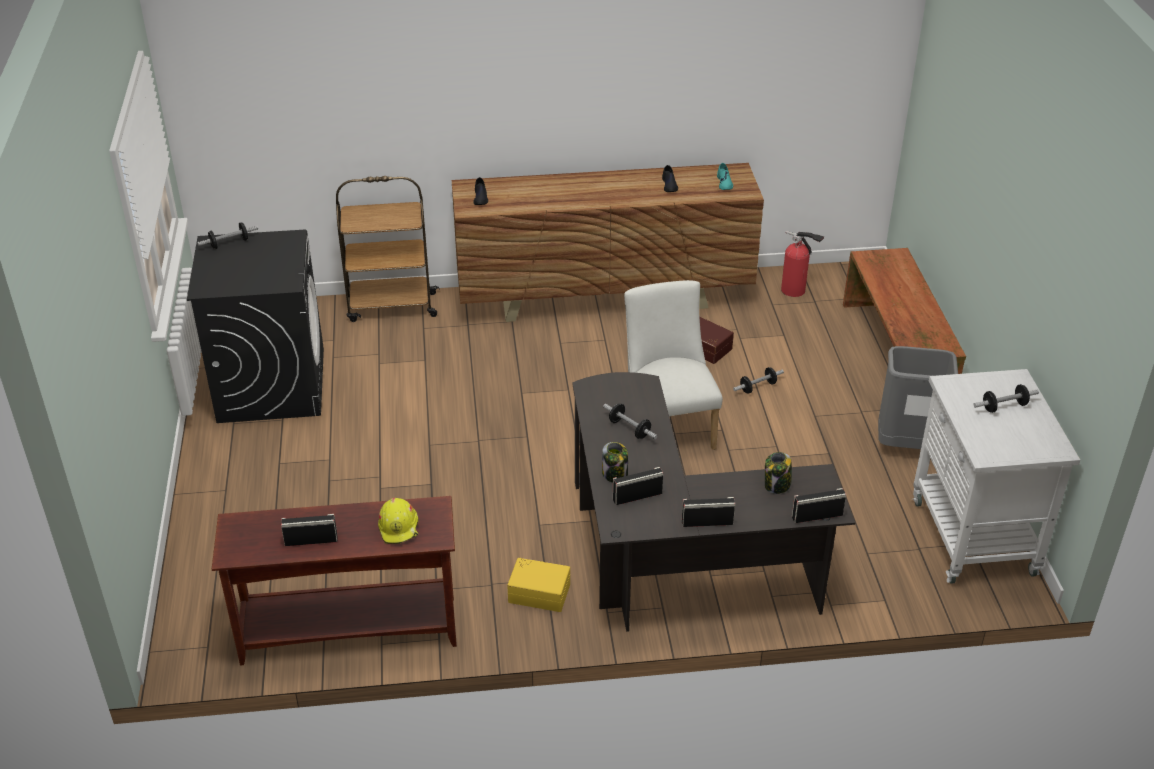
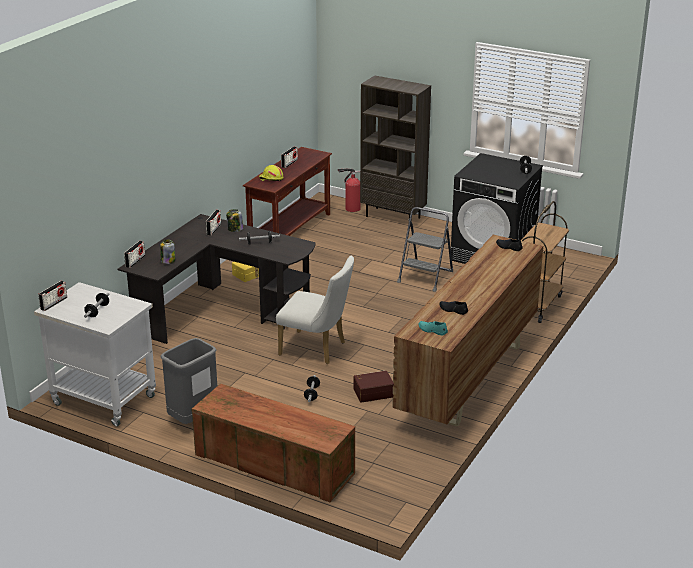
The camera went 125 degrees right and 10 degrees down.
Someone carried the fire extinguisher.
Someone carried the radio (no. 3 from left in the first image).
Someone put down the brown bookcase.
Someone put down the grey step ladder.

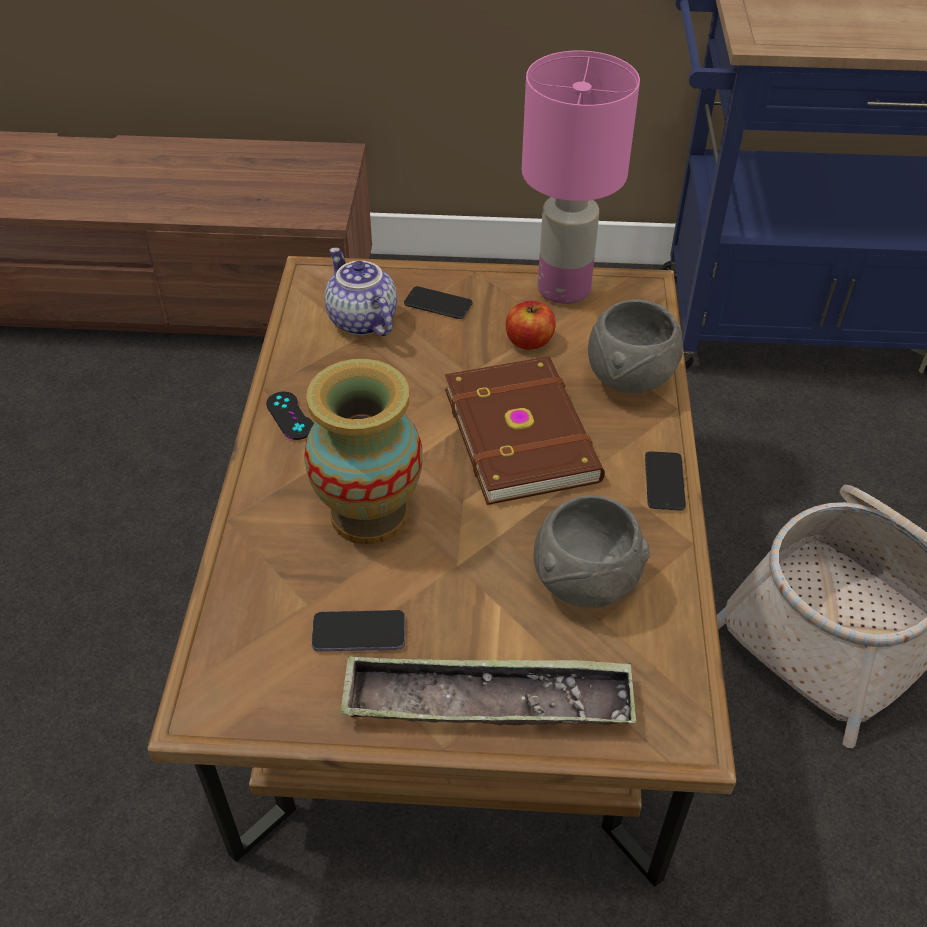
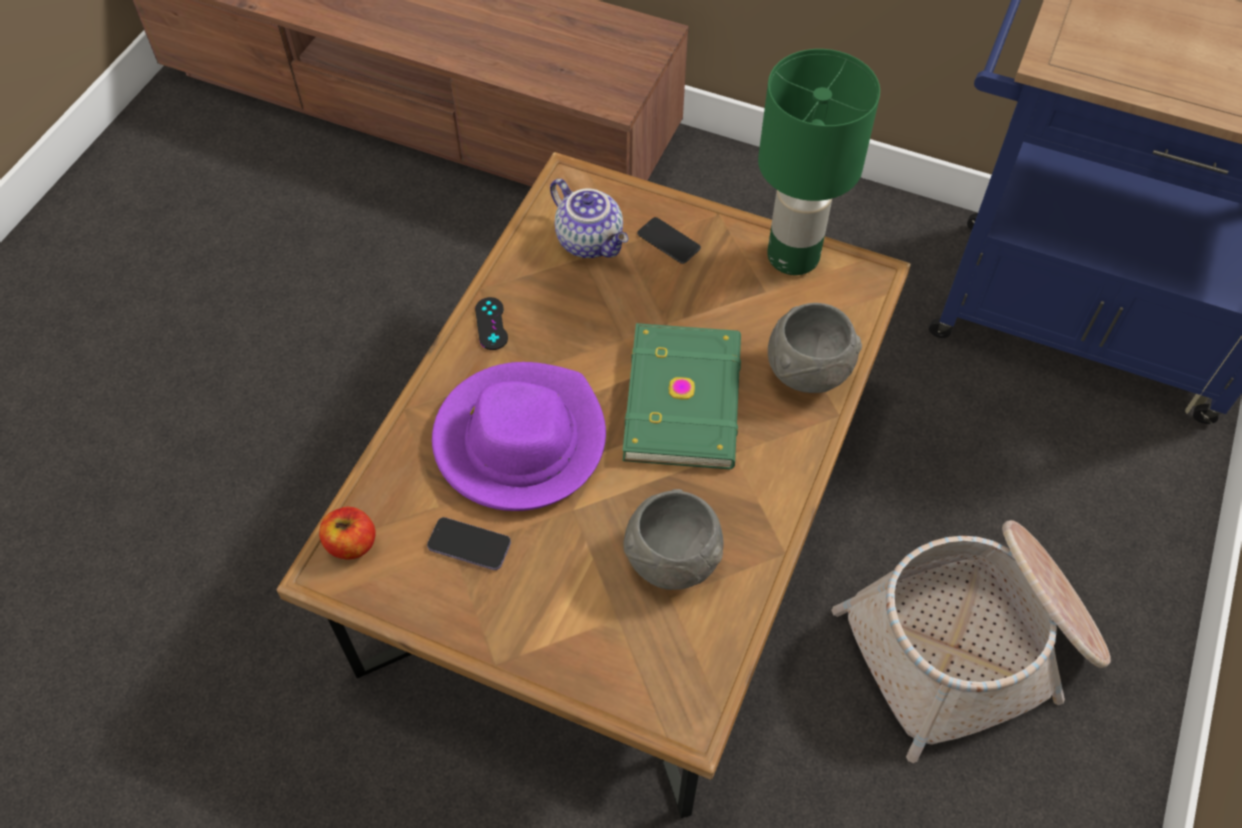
The camera went 20 degrees right and 10 degrees up.
Someone repainted the pink table lamp, which became the green table lamp.
Someone rotated the teapot by 150 degrees clockwise.
Someone carried the apple.
Someone repainted the brown book, which became the green book.
Someone swapped the vase for the purple hat.
Someone took away the phone (no. 3 from left).
Someone took away the tray.

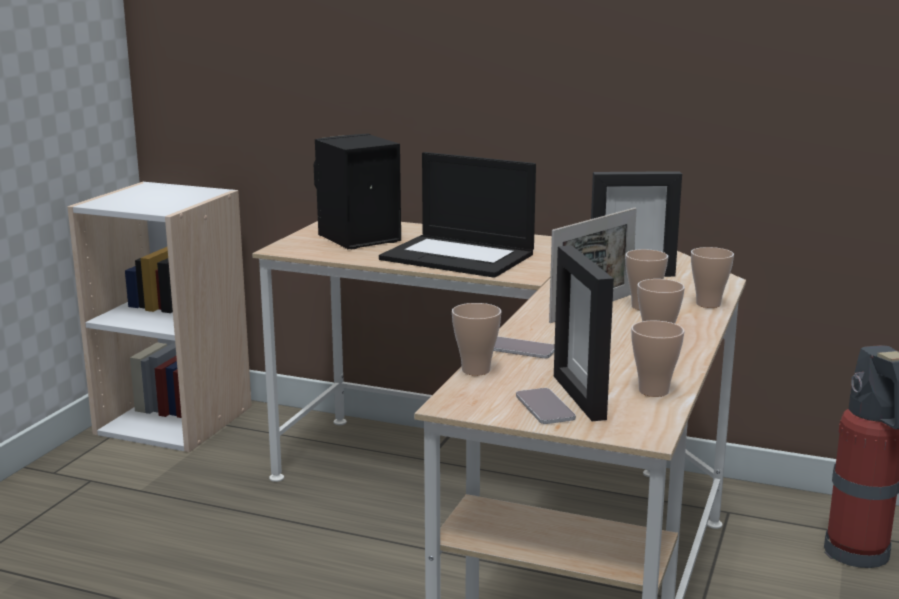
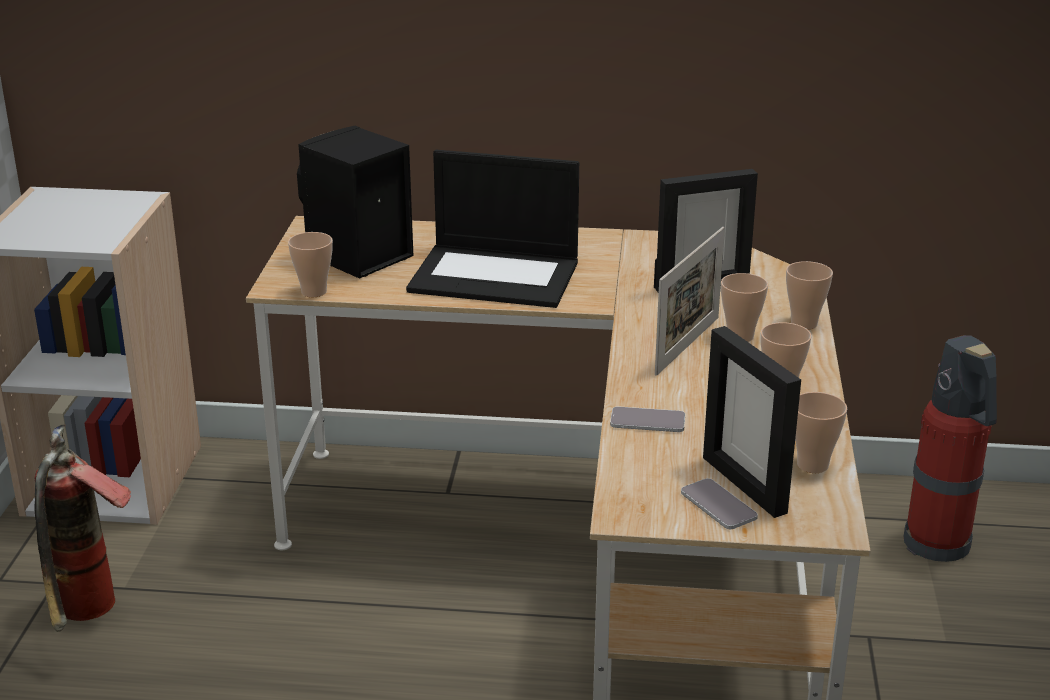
The camera went 15 degrees left and 10 degrees up.
Someone carried the cup (no. 1 from left).
Someone put down the fire extinguisher (no. 1 from left).

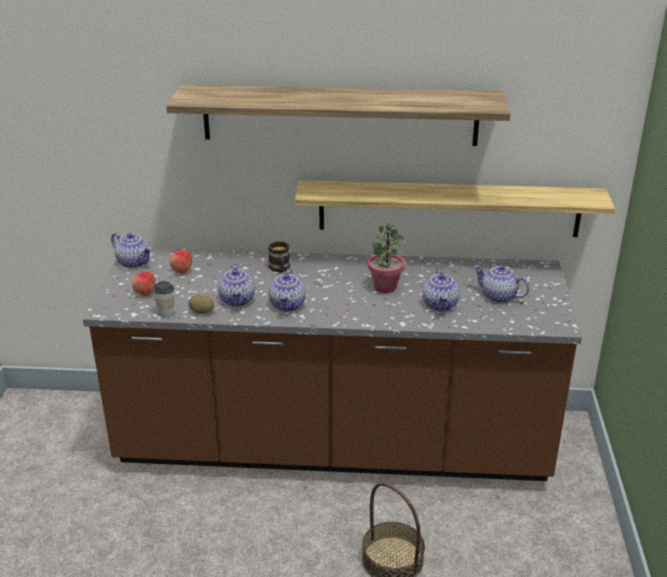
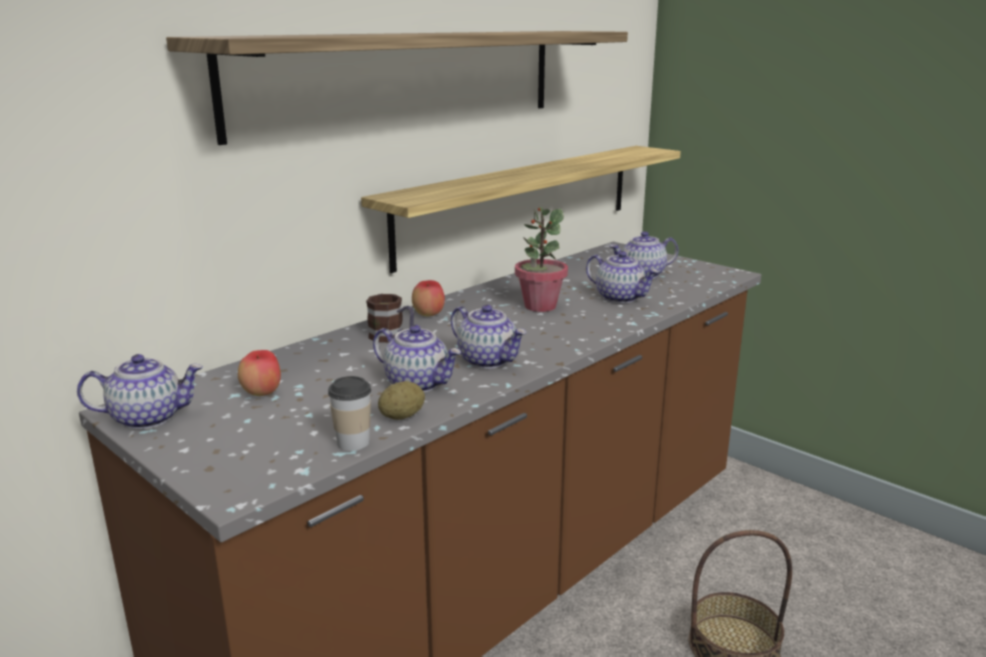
The camera went 50 degrees left and 10 degrees down.
Someone carried the apple (no. 1 from left in the first image).

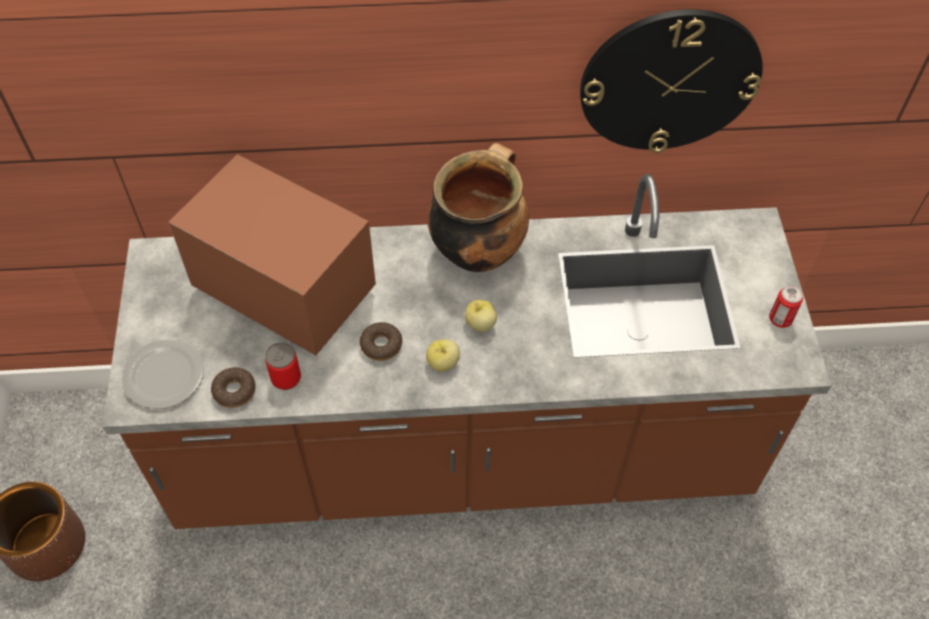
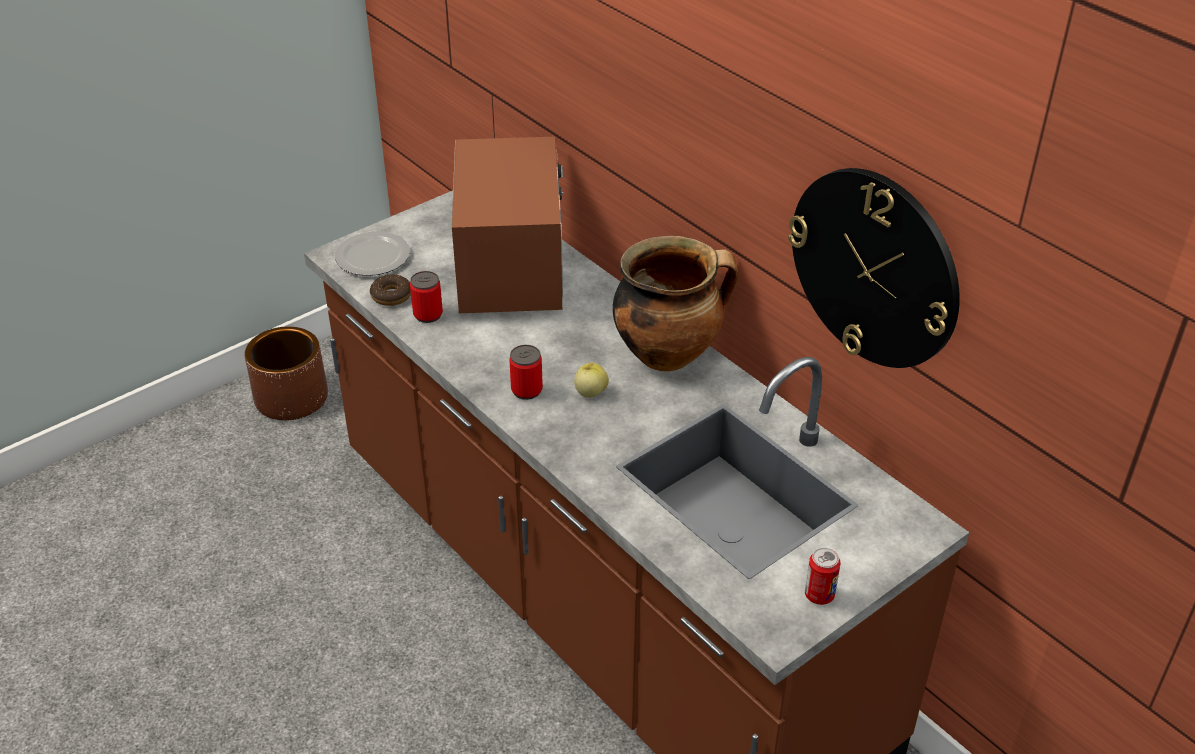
The camera went 55 degrees right and 15 degrees down.
Someone took away the donut (no. 2 from left).
Someone swapped the apple (no. 1 from left) for the can (no. 2 from left).

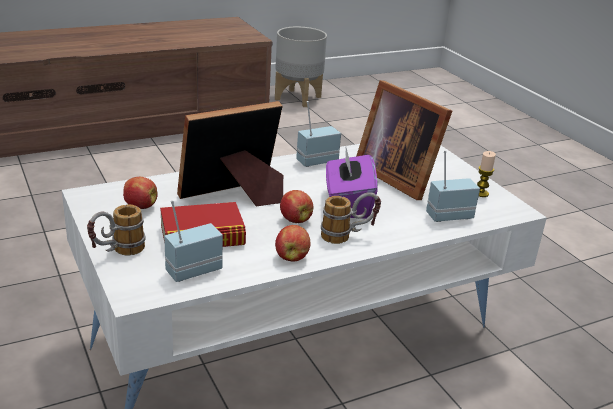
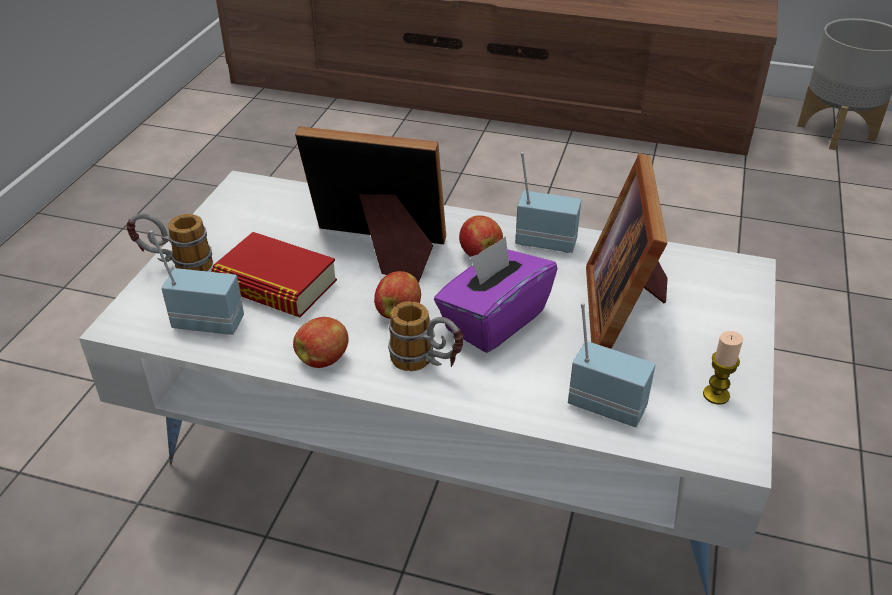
The camera went 45 degrees right and 10 degrees up.
Someone carried the apple (no. 1 from left in the first image).

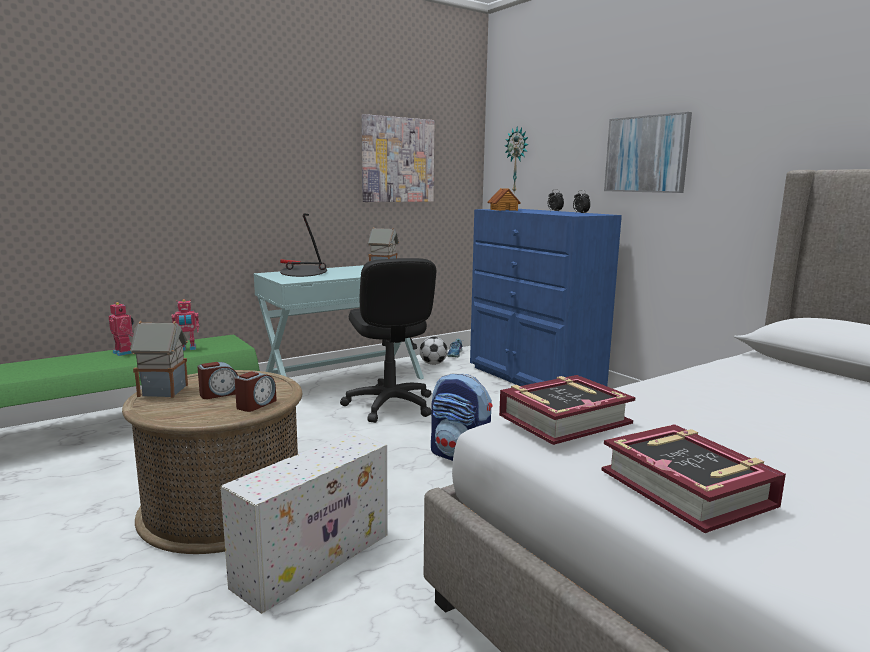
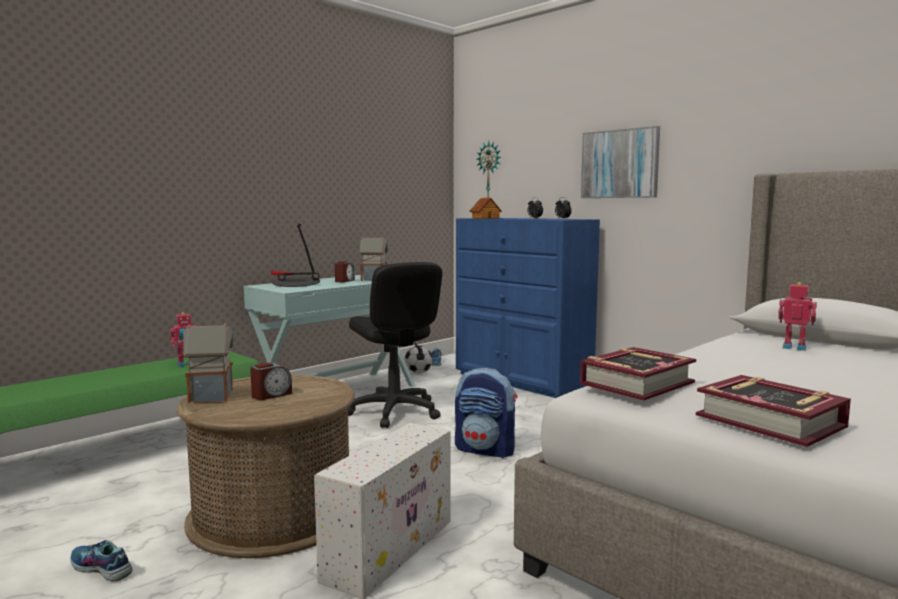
The camera went 10 degrees left and 5 degrees down.
Someone took away the picture (no. 1 from left).
Someone carried the toy robot (no. 1 from left in the first image).
Someone carried the alarm clock (no. 2 from left).
Someone put down the shoe (no. 1 from left).

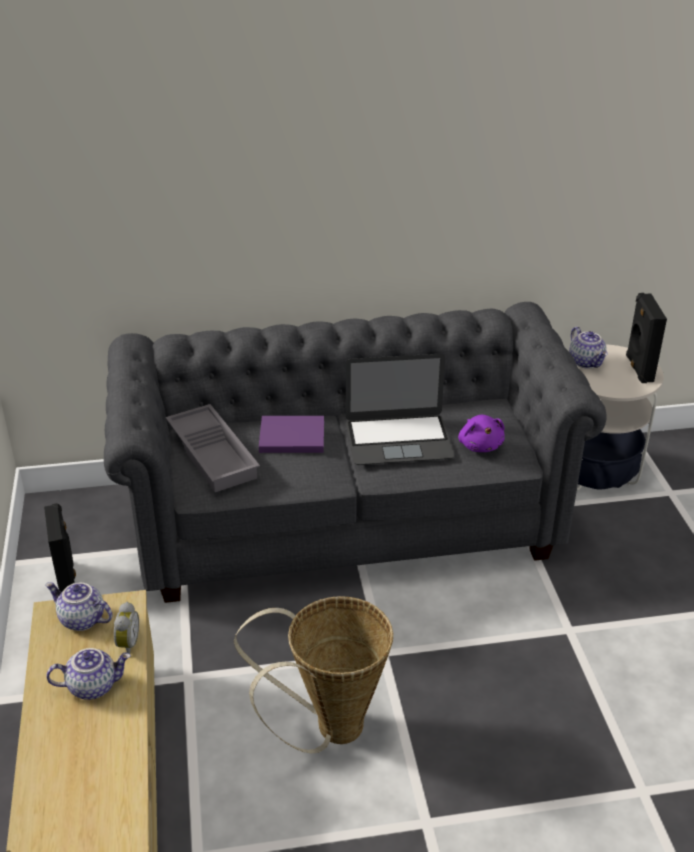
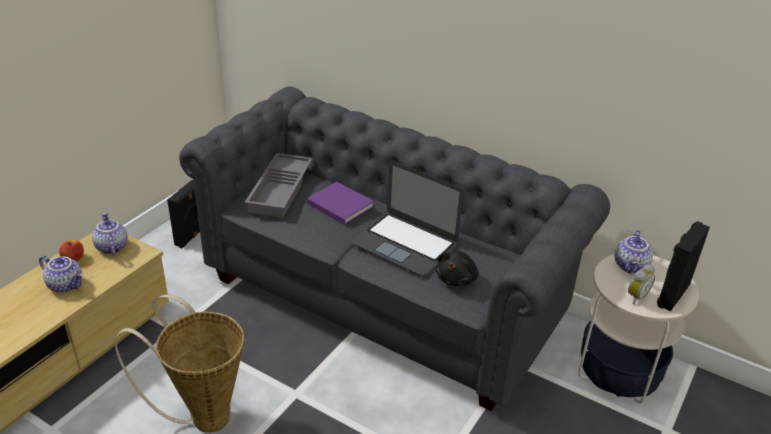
The camera went 40 degrees right and 0 degrees up.
Someone repainted the purple plush toy, which became the black plush toy.
Someone carried the alarm clock.
Someone put down the apple.

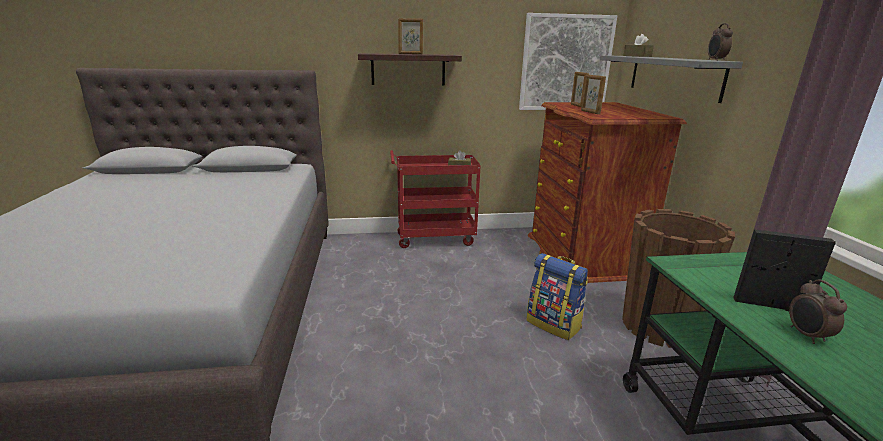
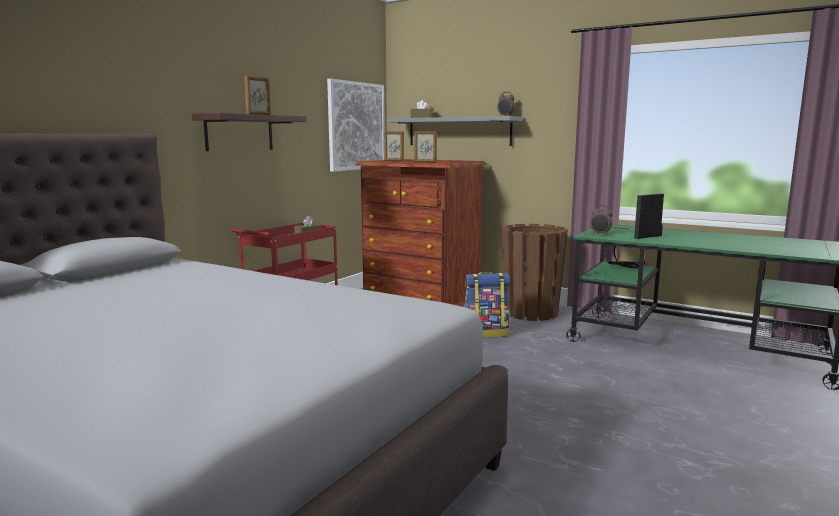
The camera went 50 degrees left and 10 degrees down.
Someone carried the alarm clock (no. 2 from left).

